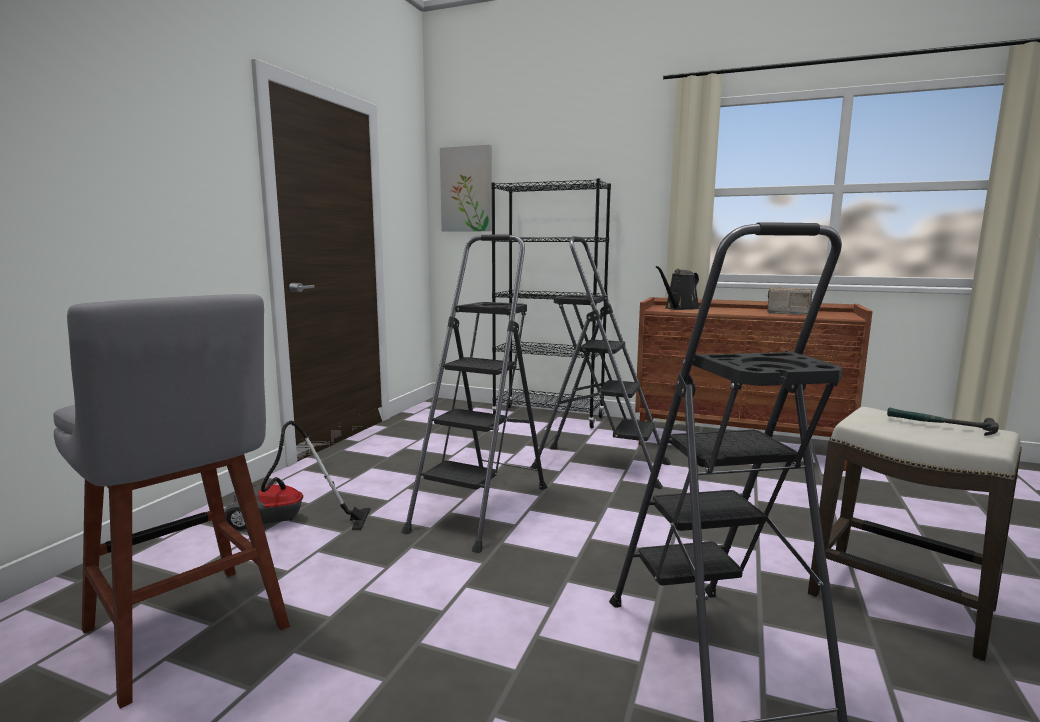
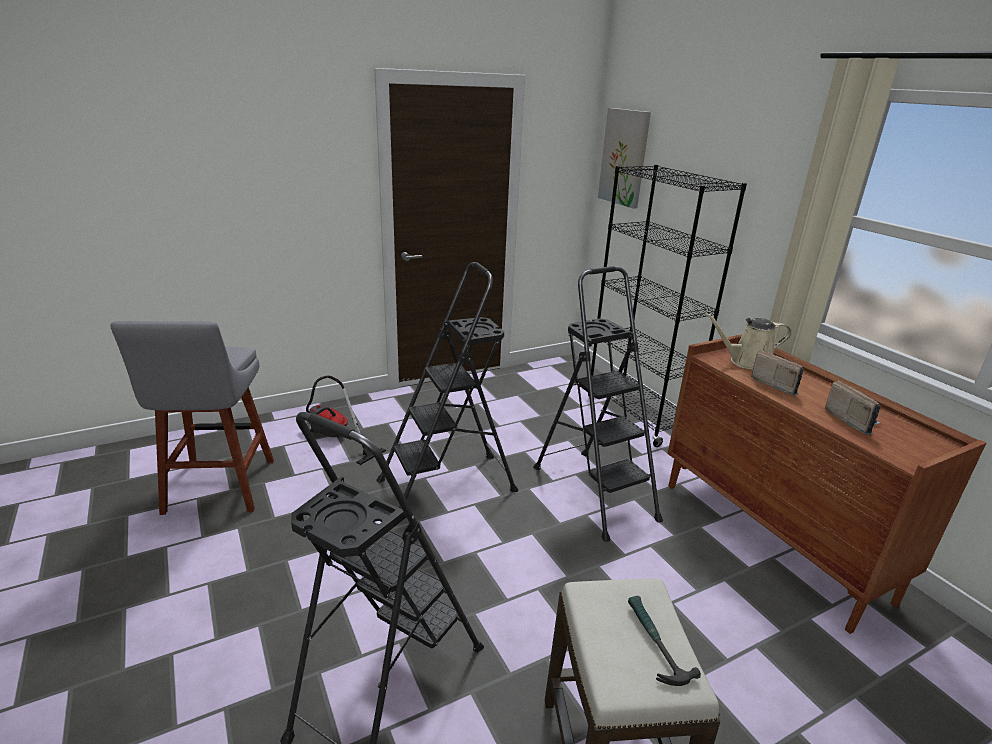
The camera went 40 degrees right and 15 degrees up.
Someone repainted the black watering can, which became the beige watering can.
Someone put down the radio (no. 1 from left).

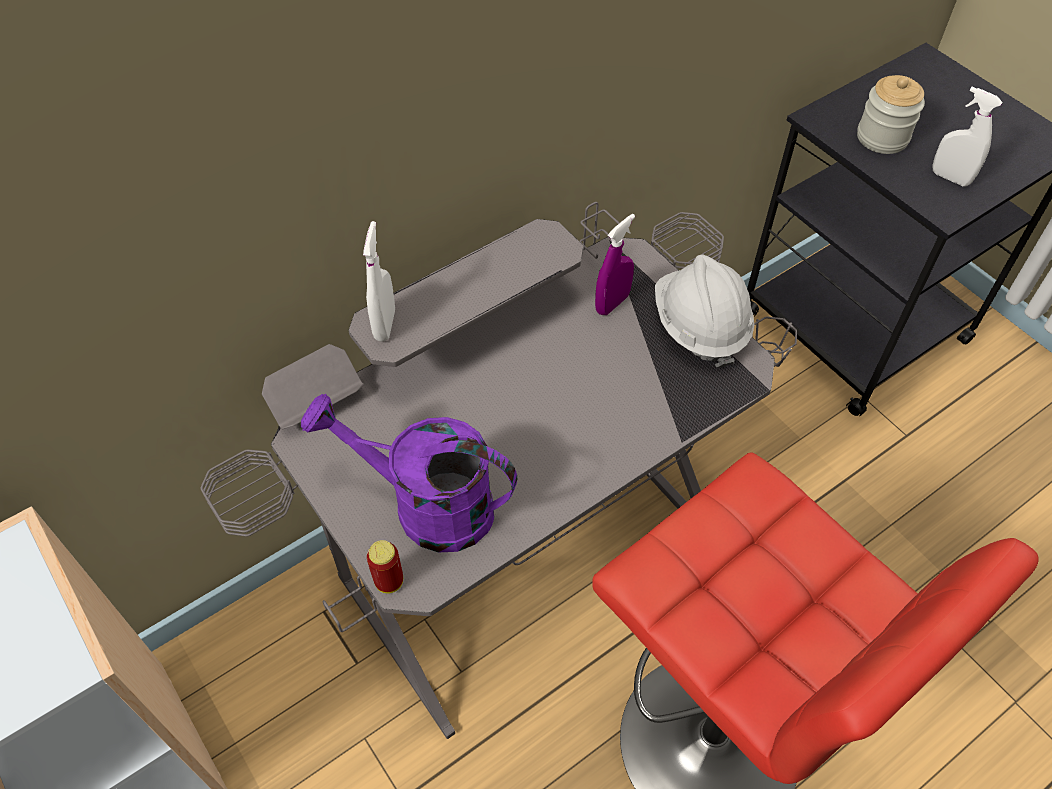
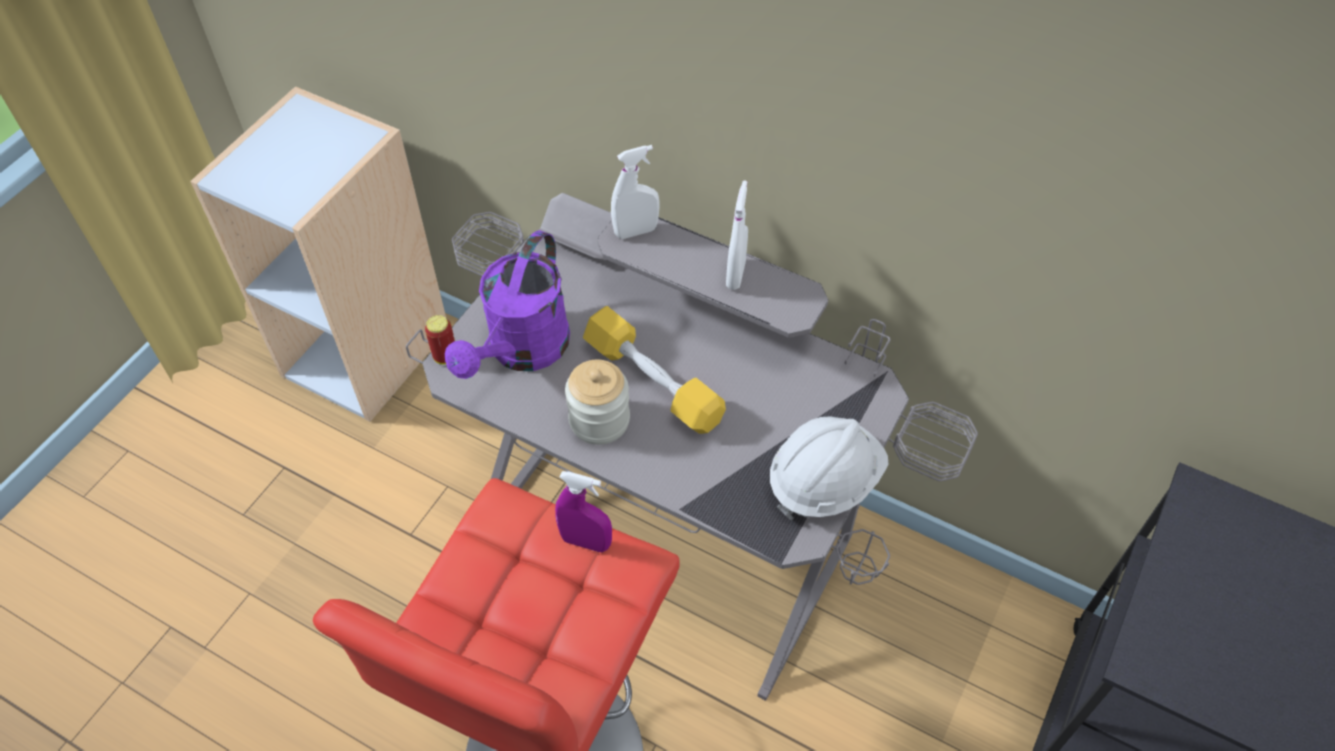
The camera went 65 degrees right and 0 degrees up.
Someone carried the jar.
Someone carried the white spray bottle (no. 2 from left).
Someone carried the purple spray bottle.
Someone rotated the purple watering can by 150 degrees counterclockwise.
Someone put down the yellow dumbbell.

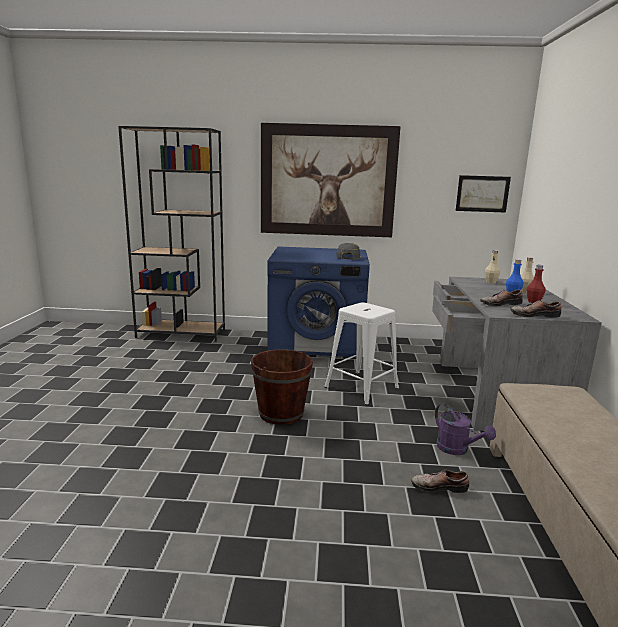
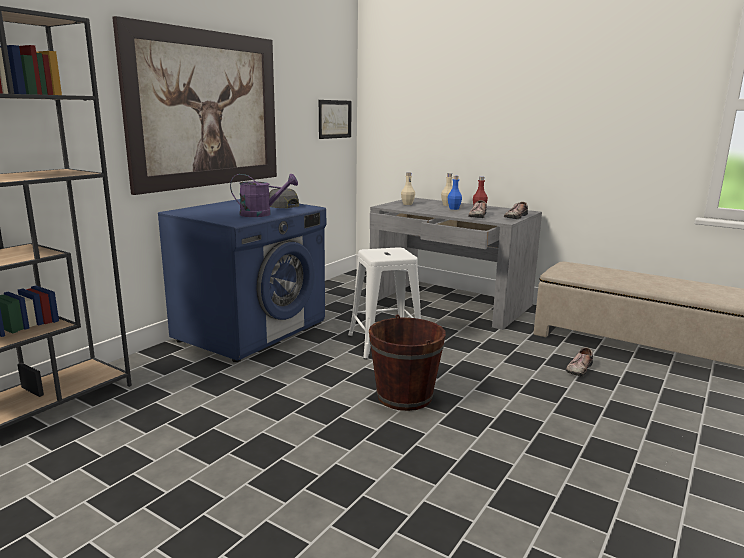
The camera went 60 degrees left and 0 degrees up.
Someone carried the purple watering can.

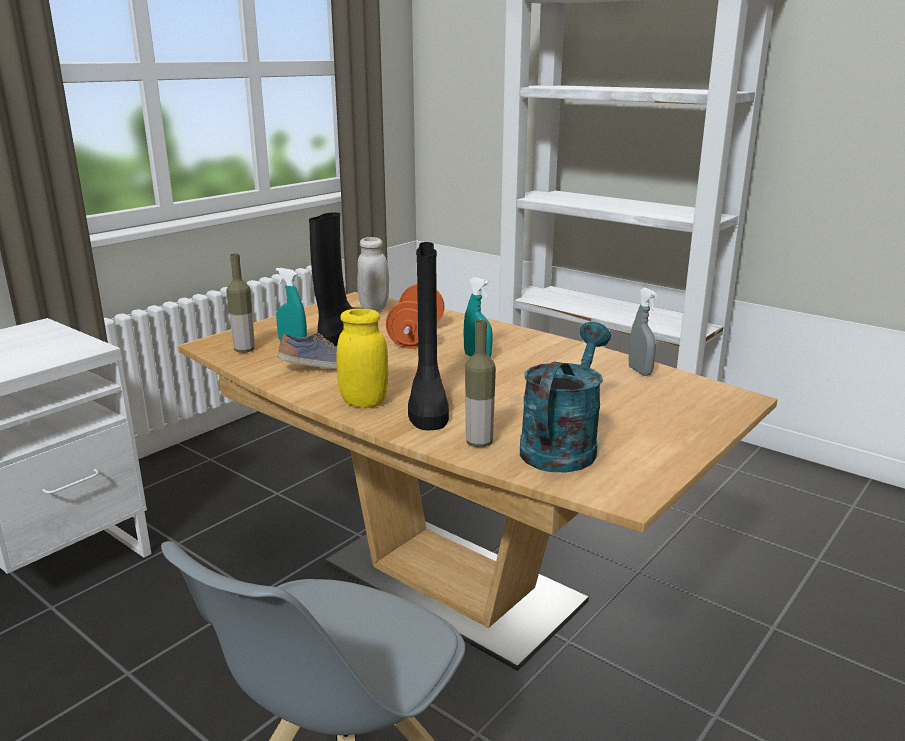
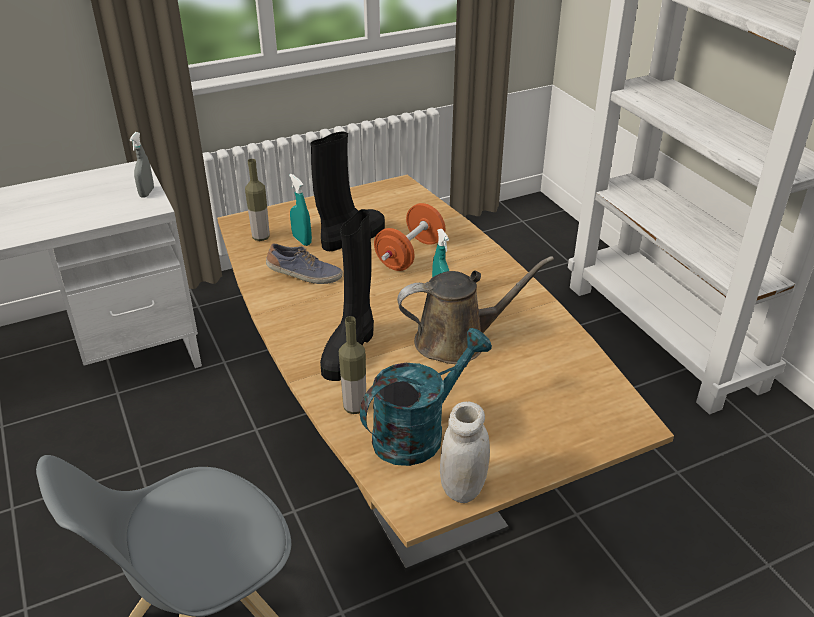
The camera went 25 degrees right and 15 degrees up.
Someone carried the white jar.
Someone carried the grey spray bottle.
Someone took away the yellow jar.
Someone put down the brown watering can.

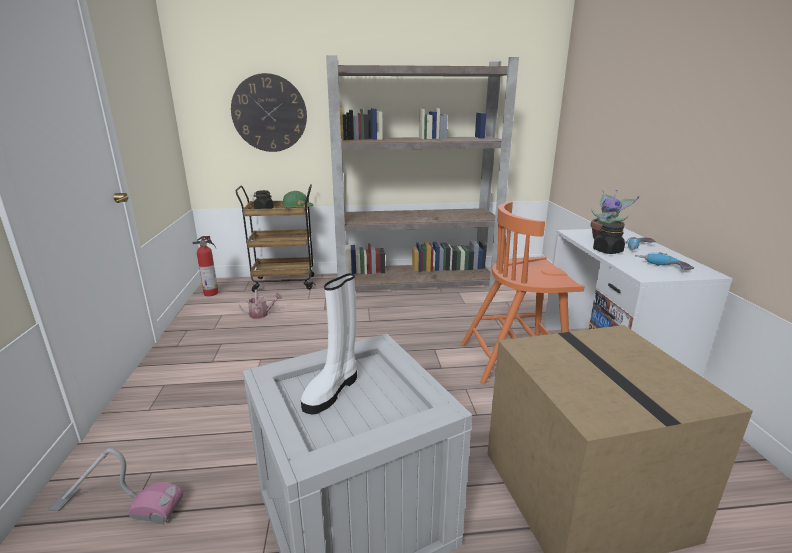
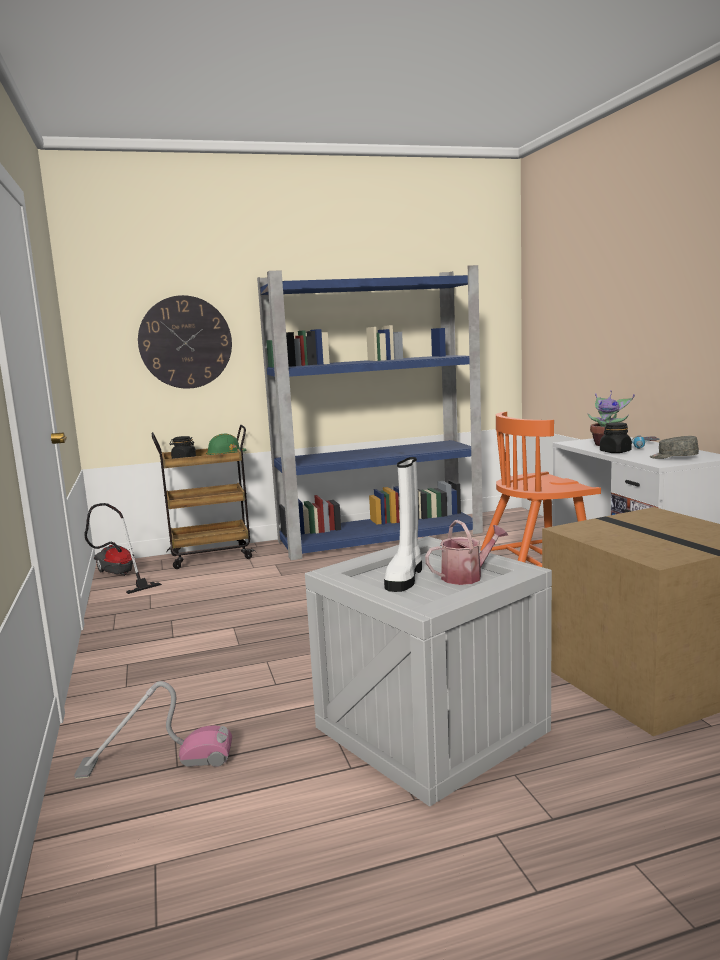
The camera went 10 degrees left and 10 degrees down.
Someone repainted the brown bookcase, which became the blue bookcase.
Someone swapped the fire extinguisher for the vacuum cleaner (no. 1 from left).
Someone swapped the power drill (no. 2 from left) for the grey cap.
Someone carried the watering can.

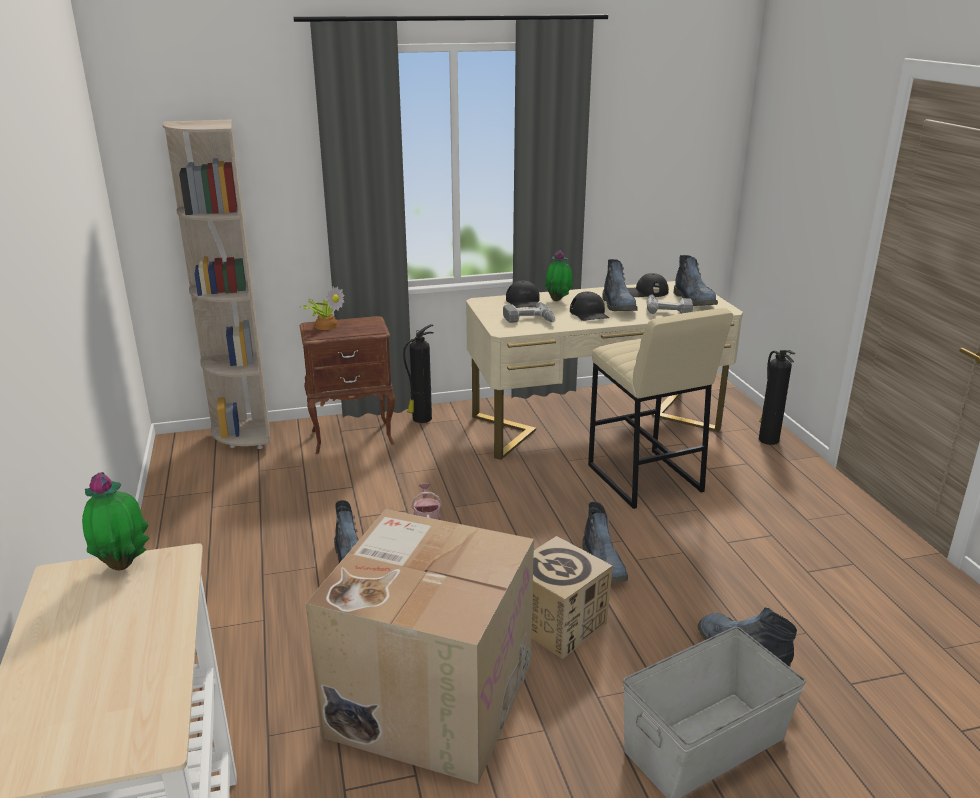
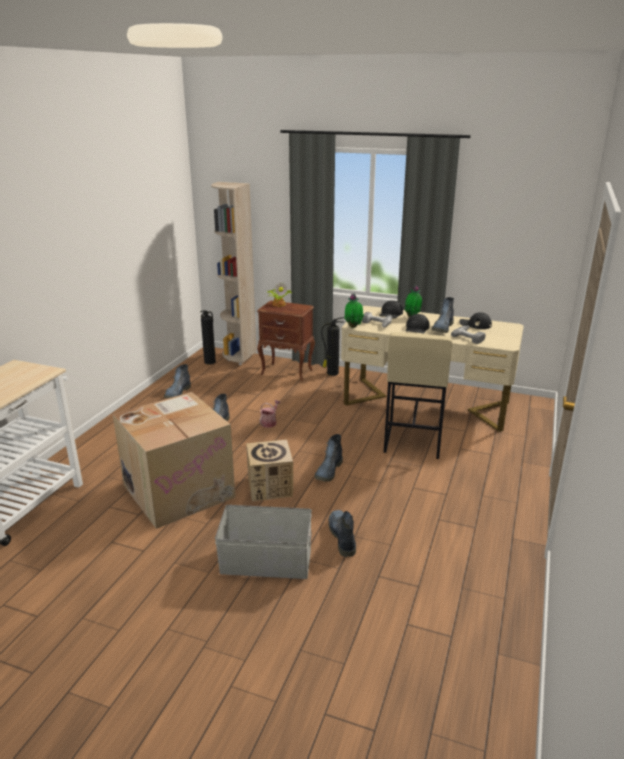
The camera went 35 degrees right and 0 degrees up.
Someone carried the boot (no. 4 from left in the first image).
Someone carried the fire extinguisher (no. 2 from left in the first image).
Someone carried the potted plant (no. 1 from left in the first image).

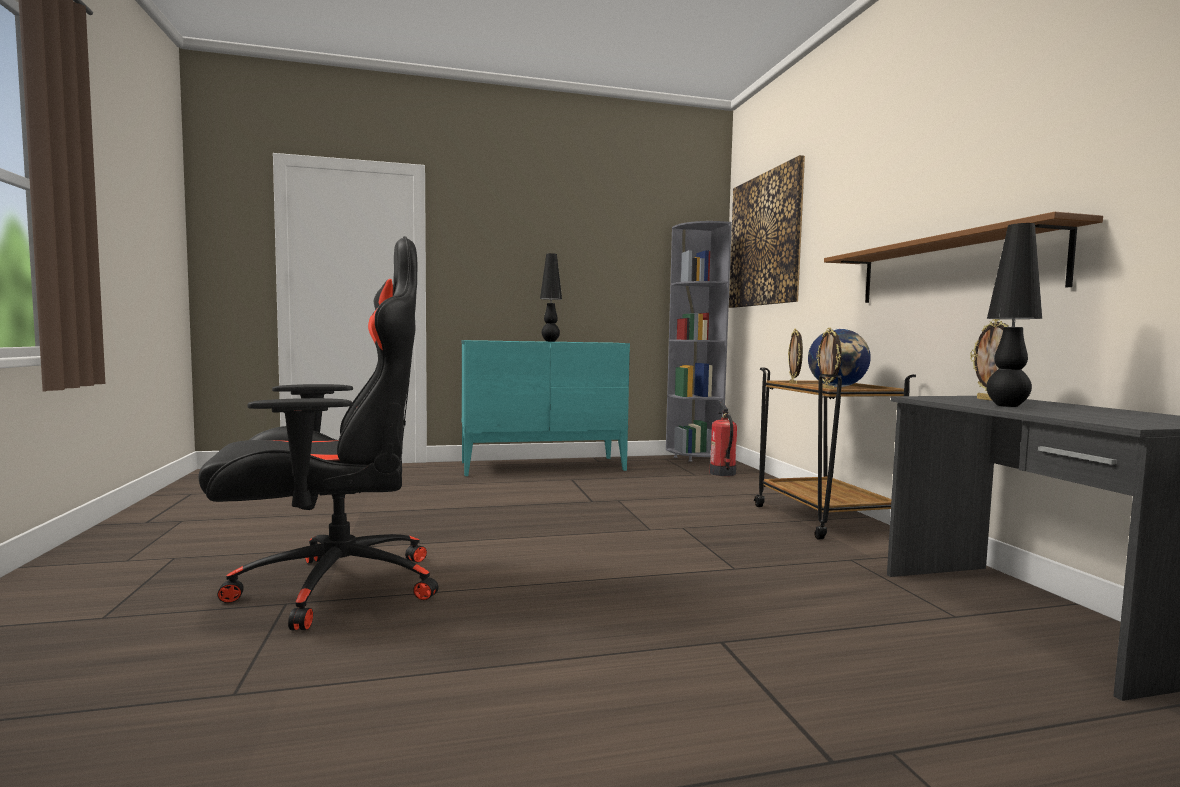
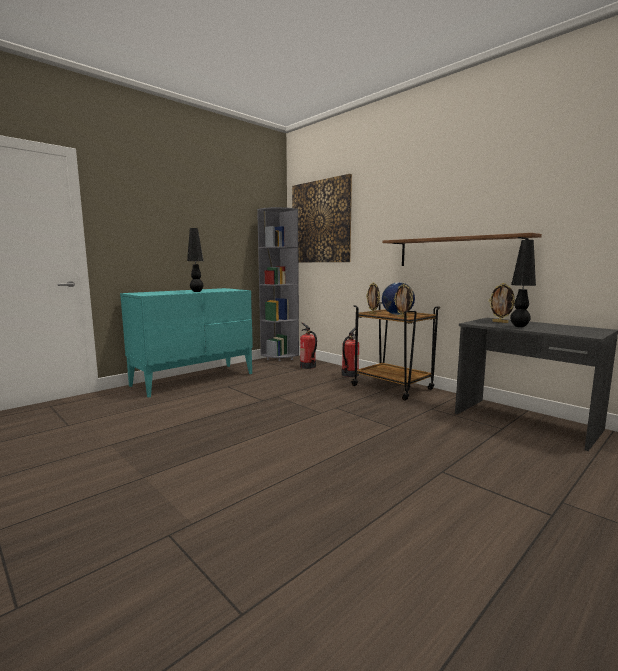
The camera went 30 degrees left and 5 degrees up.
Someone took away the black office chair.
Someone put down the fire extinguisher (no. 2 from left).

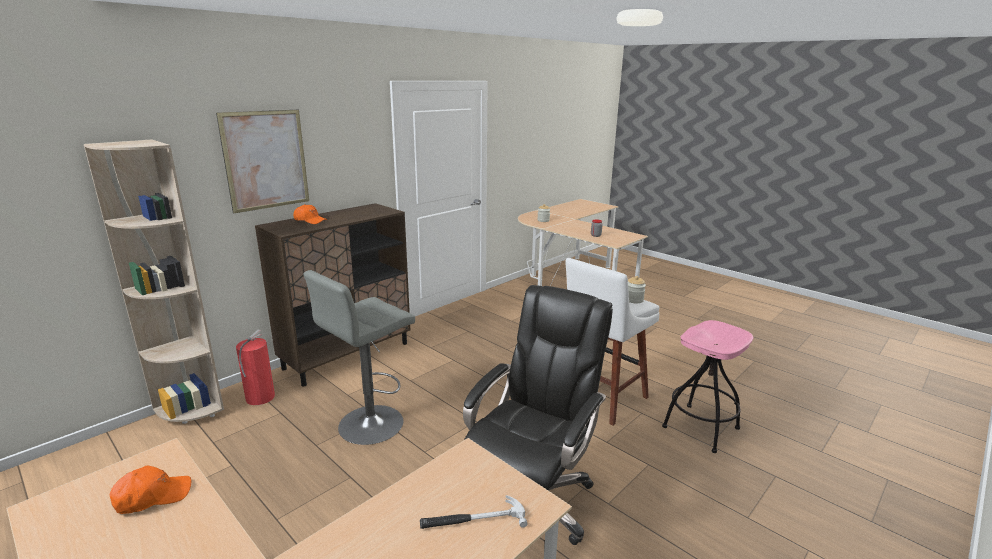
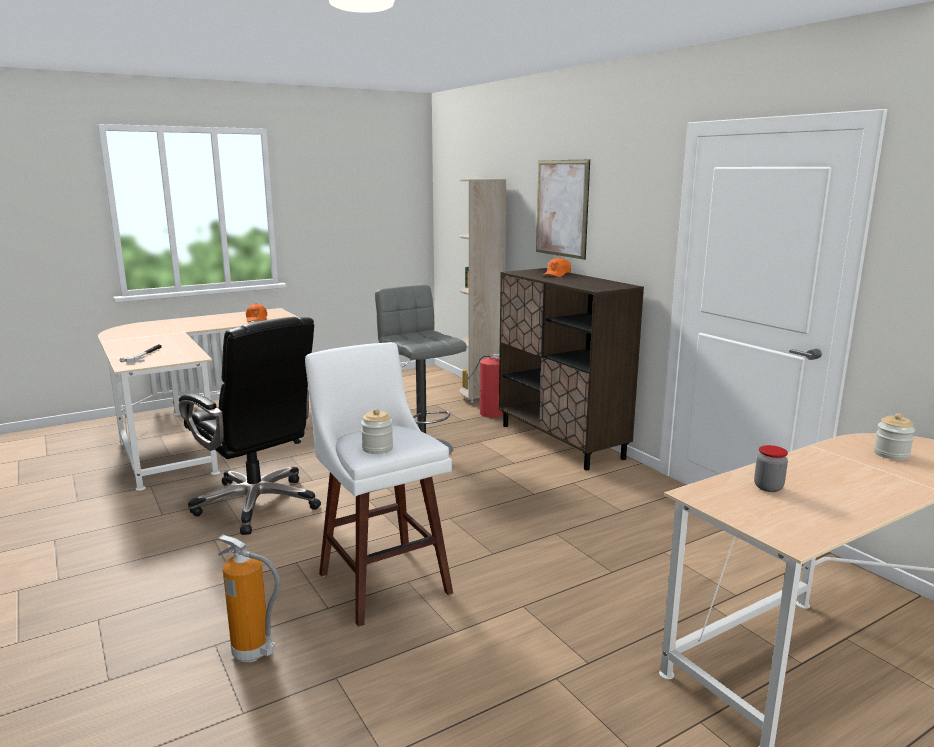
The camera went 105 degrees right and 5 degrees down.
Someone swapped the pink stool for the fire extinguisher (no. 1 from left).

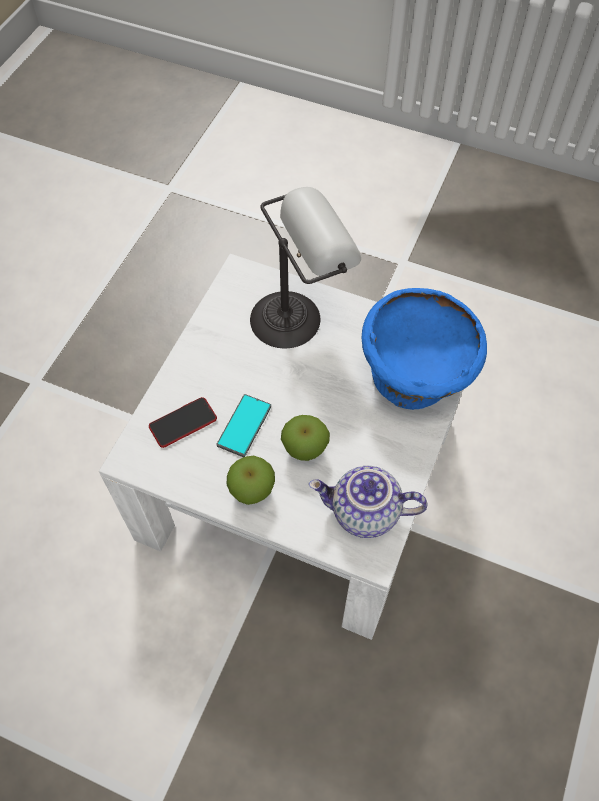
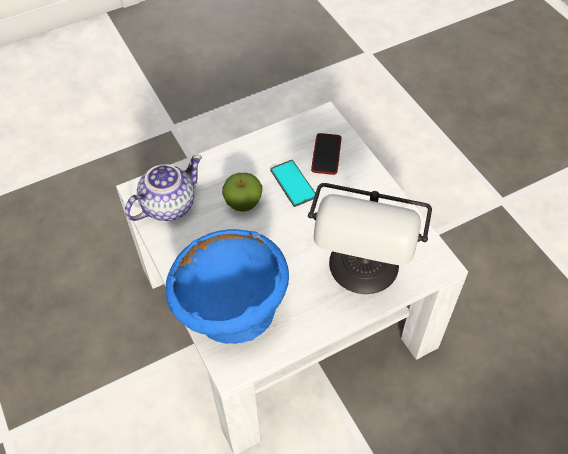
The camera went 130 degrees right and 5 degrees down.
Someone took away the apple (no. 1 from left).

